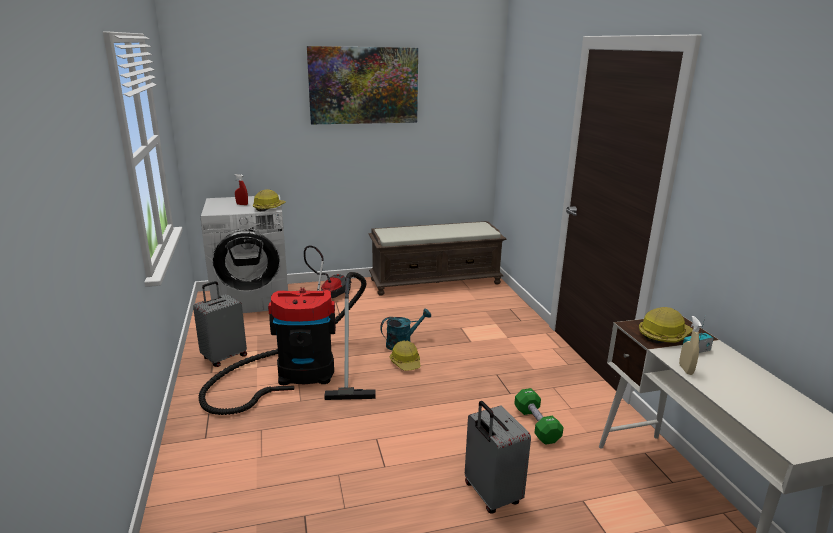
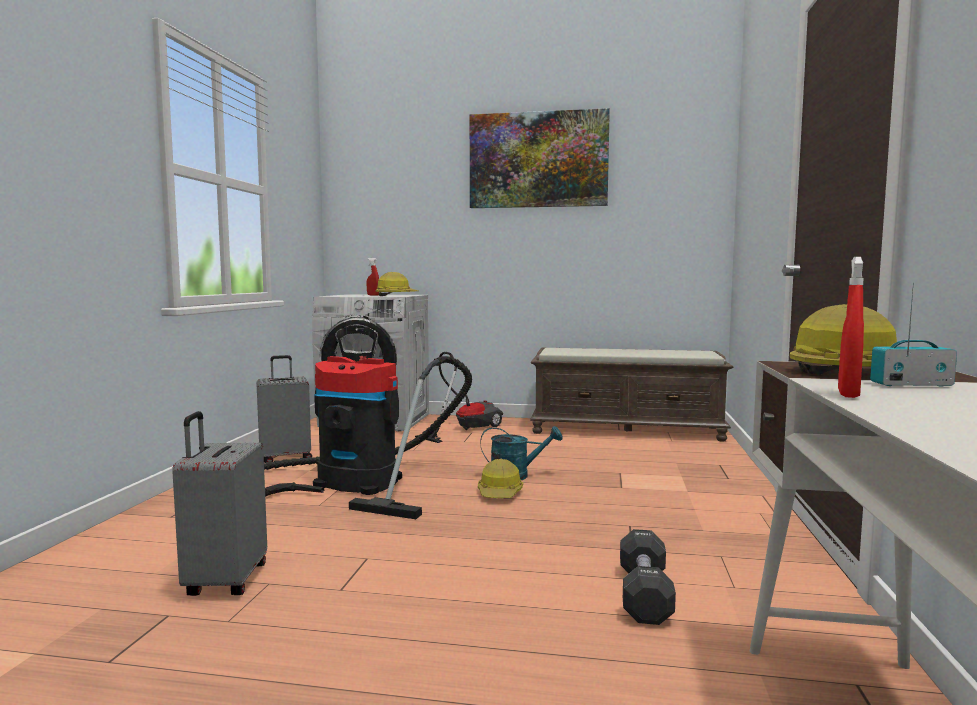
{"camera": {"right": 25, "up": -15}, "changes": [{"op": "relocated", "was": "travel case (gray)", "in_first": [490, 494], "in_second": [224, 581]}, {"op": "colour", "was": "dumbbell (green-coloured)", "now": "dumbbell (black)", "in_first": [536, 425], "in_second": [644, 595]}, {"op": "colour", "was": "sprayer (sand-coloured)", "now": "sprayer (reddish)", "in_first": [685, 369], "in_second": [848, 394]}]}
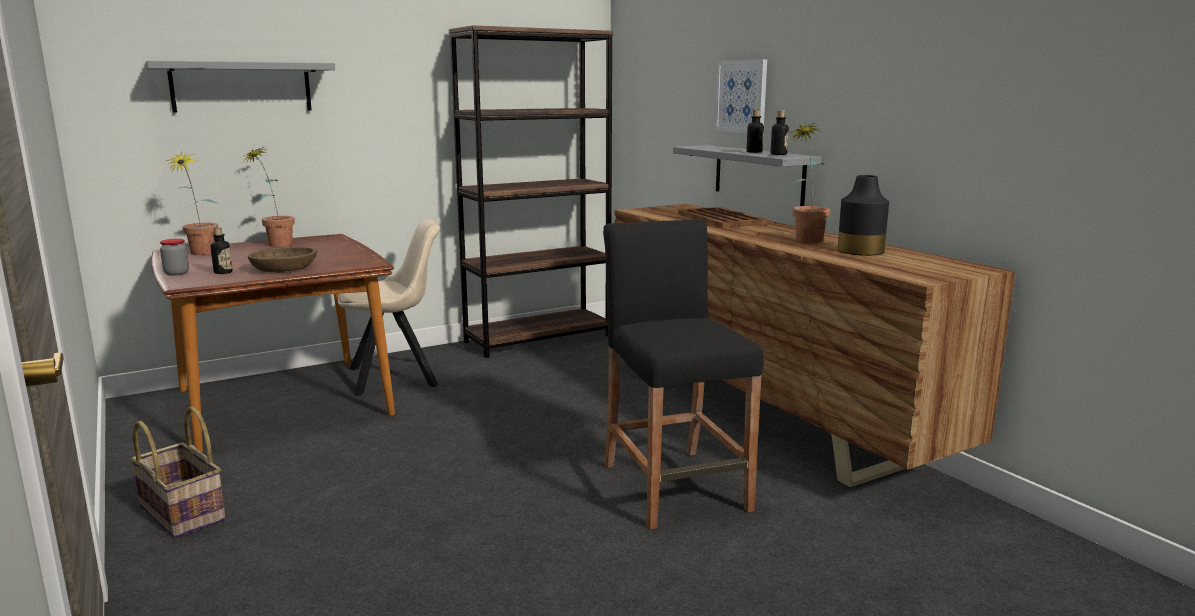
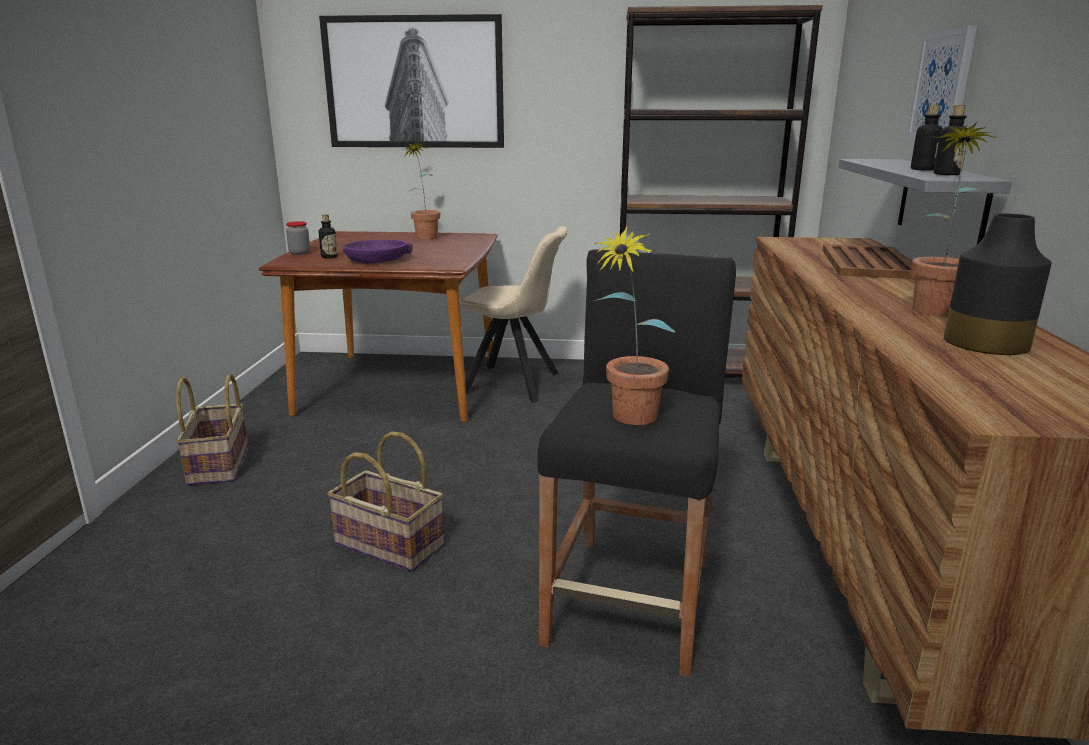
{"camera": {"right": 35, "up": 5}, "changes": [{"op": "exchanged", "was": "shelf (gray)", "now": "wall picture", "in_first": [241, 87], "in_second": [414, 83]}, {"op": "appeared", "now": "storage basket", "in_second": [388, 545]}, {"op": "colour", "was": "serving bowl (brown-coloured)", "now": "serving bowl (purplish)", "in_first": [284, 268], "in_second": [376, 260]}, {"op": "relocated", "was": "houseplant", "in_first": [200, 254], "in_second": [628, 420]}]}
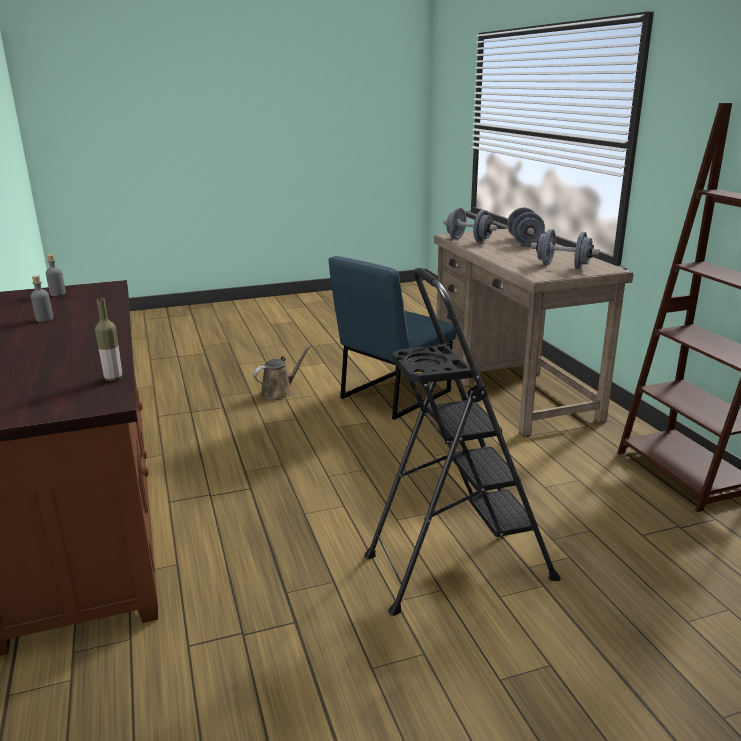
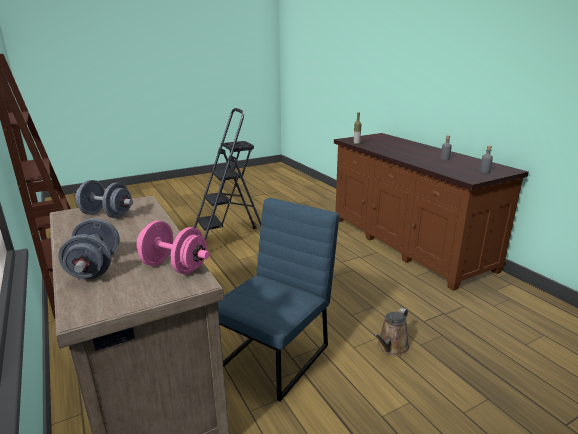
{"camera": {"right": 170, "up": 0}, "changes": [{"op": "colour", "was": "dumbbell (gray)", "now": "dumbbell (pink)", "in_first": [469, 240], "in_second": [174, 267]}]}
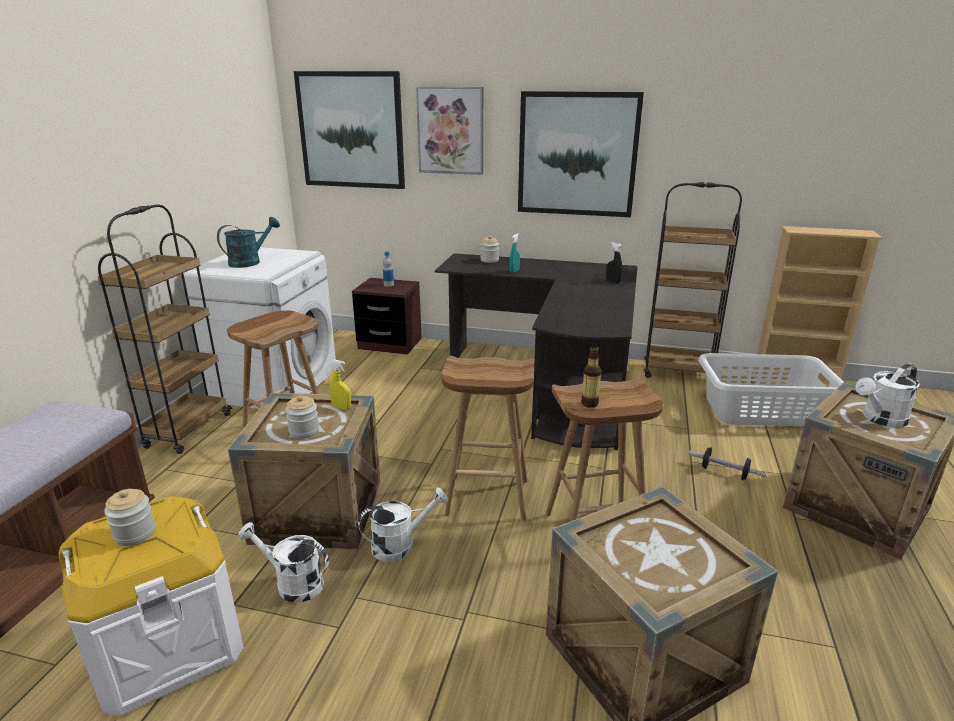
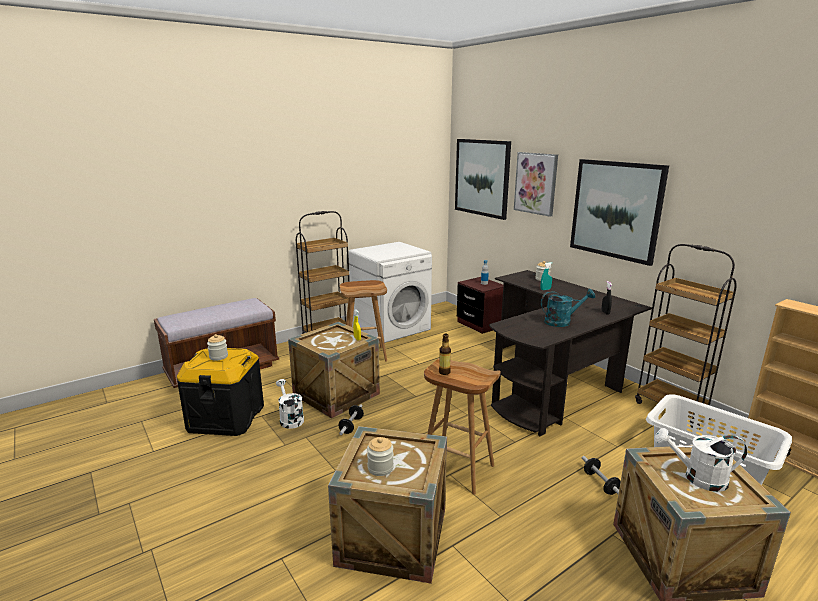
{"camera": {"right": 40, "up": -5}, "changes": [{"op": "colour", "was": "storage container (whitish)", "now": "storage container (black)", "in_first": [167, 644], "in_second": [226, 418]}, {"op": "exchanged", "was": "sprinkling can (whitish)", "now": "dumbbell", "in_first": [401, 544], "in_second": [351, 426]}, {"op": "relocated", "was": "jar", "in_first": [304, 431], "in_second": [380, 468]}, {"op": "relocated", "was": "sprinkling can (turquoise)", "in_first": [250, 262], "in_second": [562, 322]}, {"op": "missing", "was": "sitting stool (brown-coloured)", "in_first": [486, 498]}]}
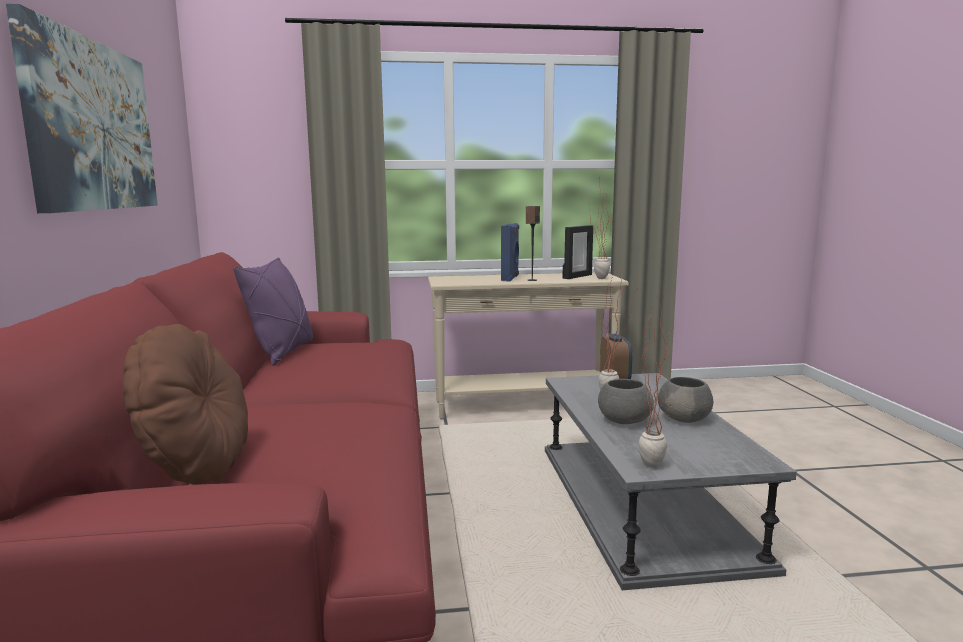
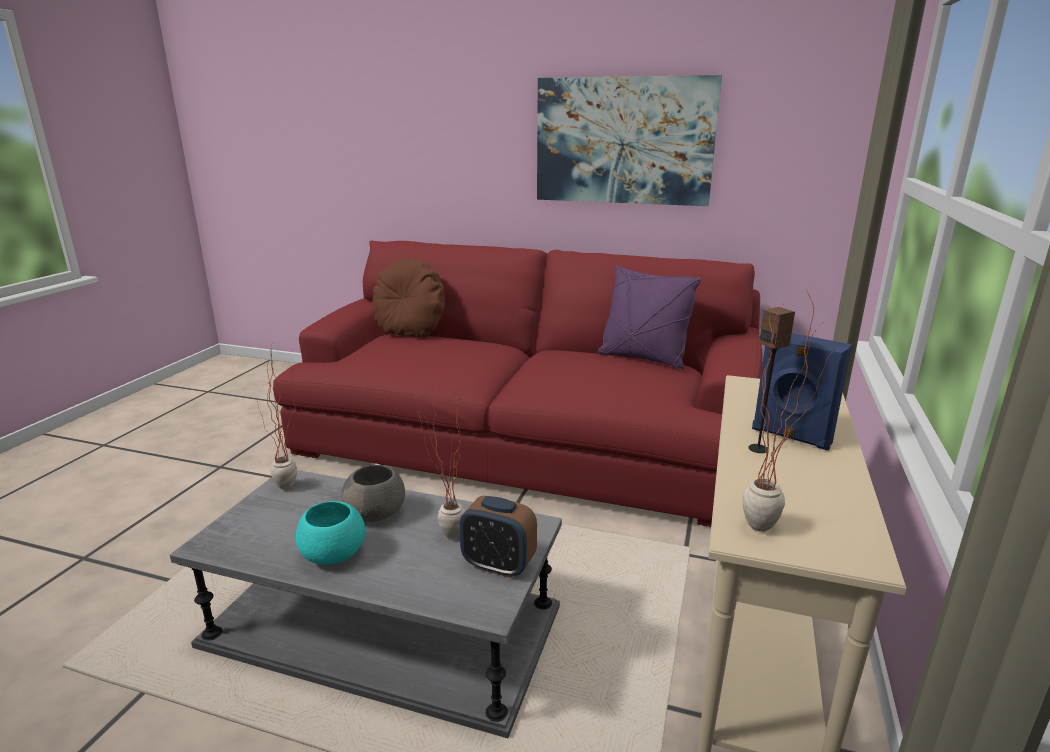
{"camera": {"right": 115, "up": 10}, "changes": [{"op": "colour", "was": "serving bowl (gray)", "now": "serving bowl (turquoise)", "in_first": [685, 418], "in_second": [333, 555]}, {"op": "missing", "was": "standing frame", "in_first": [577, 276]}]}
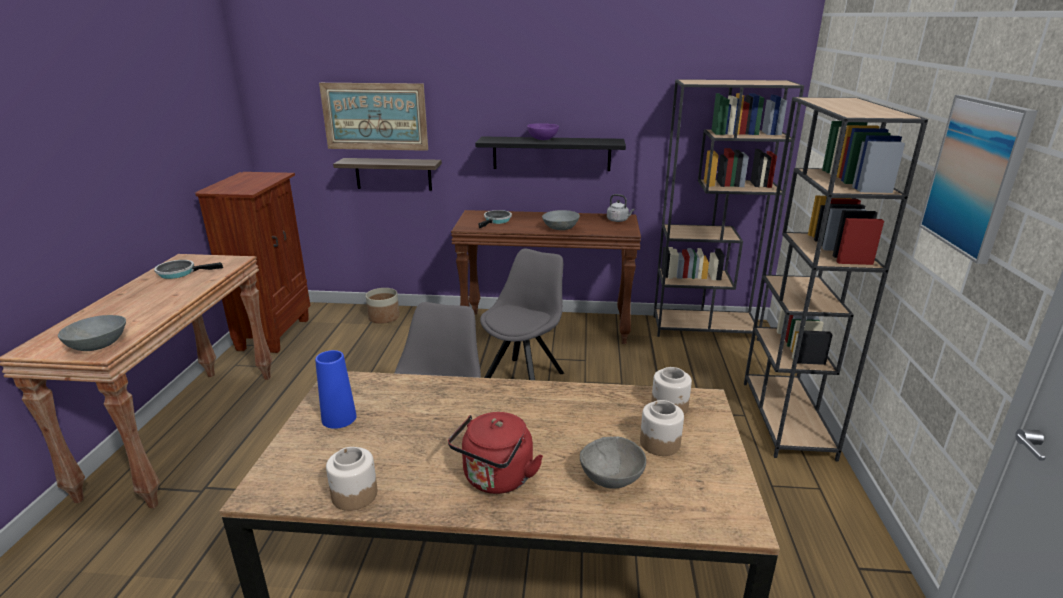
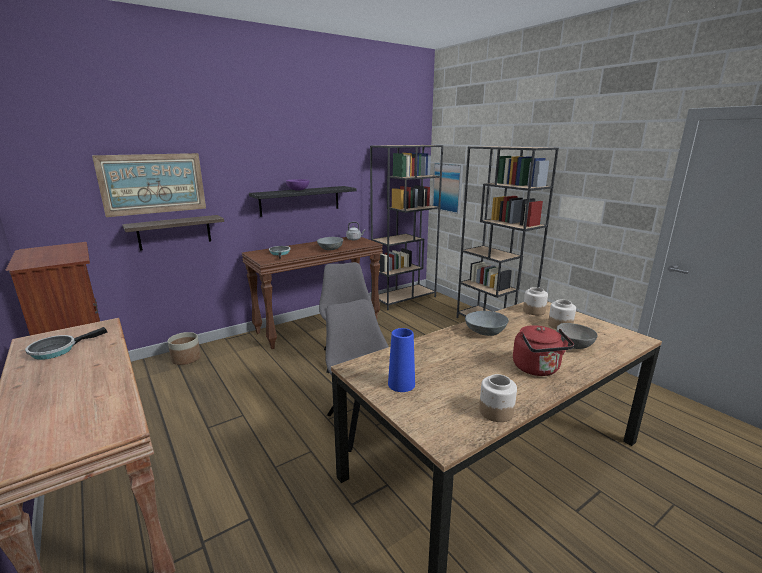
{"camera": {"right": -40, "up": -5}, "changes": [{"op": "relocated", "was": "wall picture", "in_first": [975, 176], "in_second": [448, 187]}, {"op": "relocated", "was": "serving bowl (gray)", "in_first": [99, 345], "in_second": [485, 332]}]}
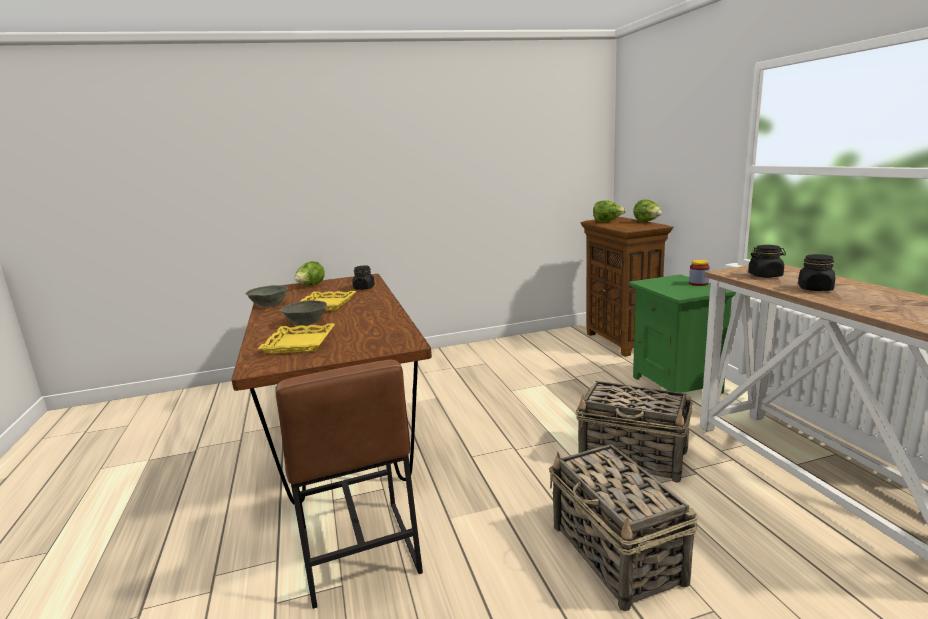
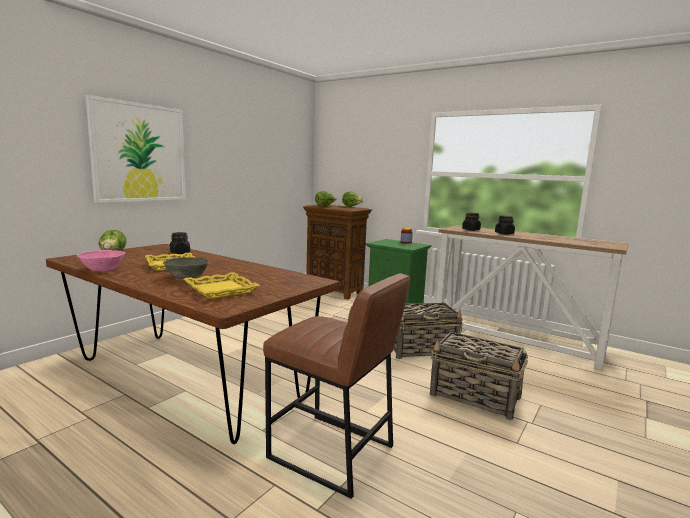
{"camera": {"right": -40, "up": -5}, "changes": [{"op": "colour", "was": "serving bowl (gray)", "now": "serving bowl (pink)", "in_first": [269, 305], "in_second": [103, 269]}, {"op": "appeared", "now": "wall picture", "in_second": [139, 153]}]}
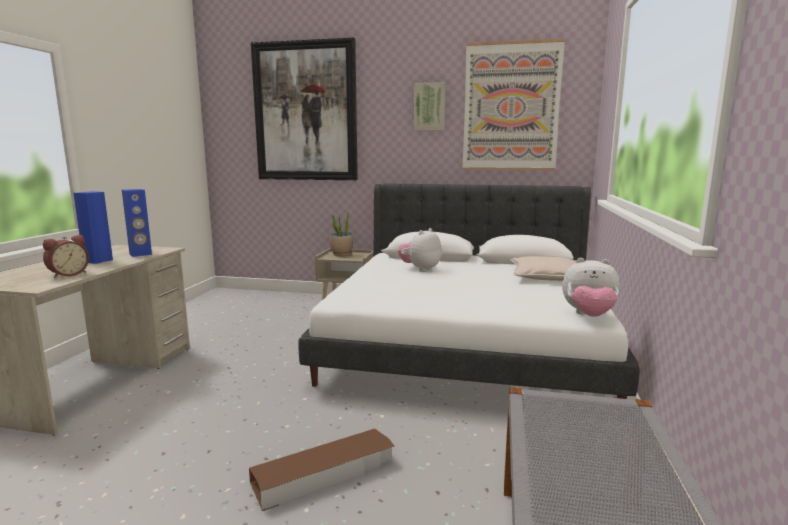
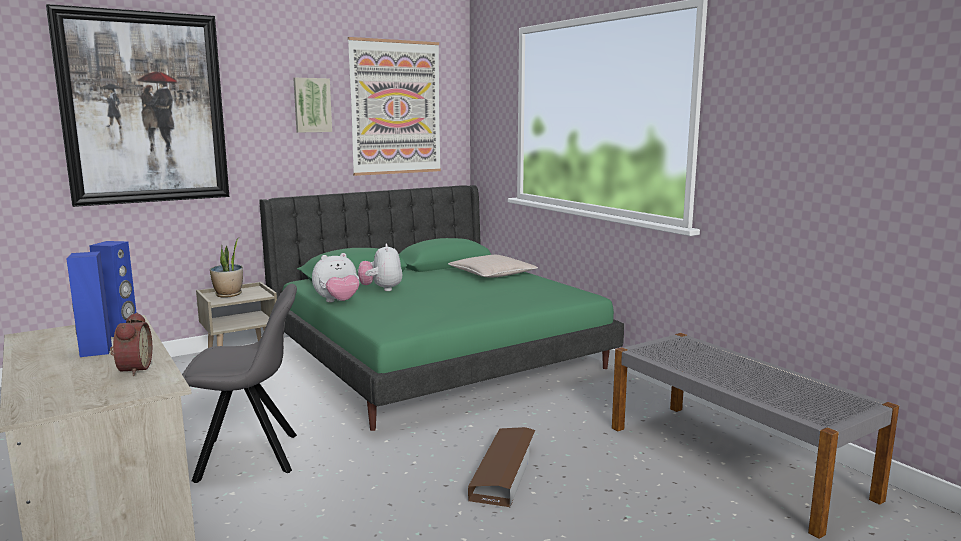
{"camera": {"right": -45, "up": 0}, "changes": [{"op": "appeared", "now": "upright chair (gray)", "in_second": [249, 457]}, {"op": "colour", "was": "sleeping bed (whitish)", "now": "sleeping bed (green-coloured)", "in_first": [467, 345], "in_second": [435, 356]}, {"op": "relocated", "was": "cuddly toy", "in_first": [589, 316], "in_second": [338, 302]}]}
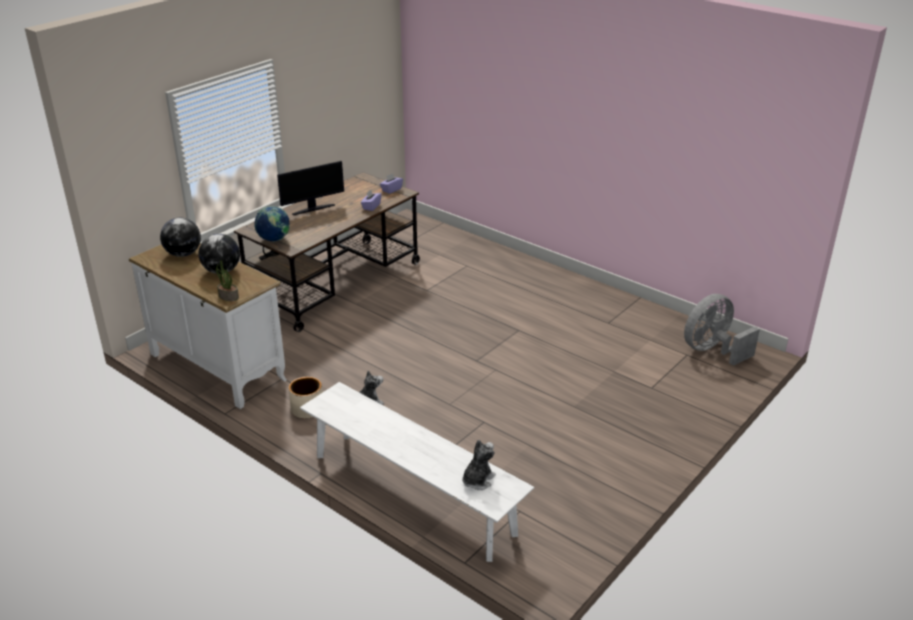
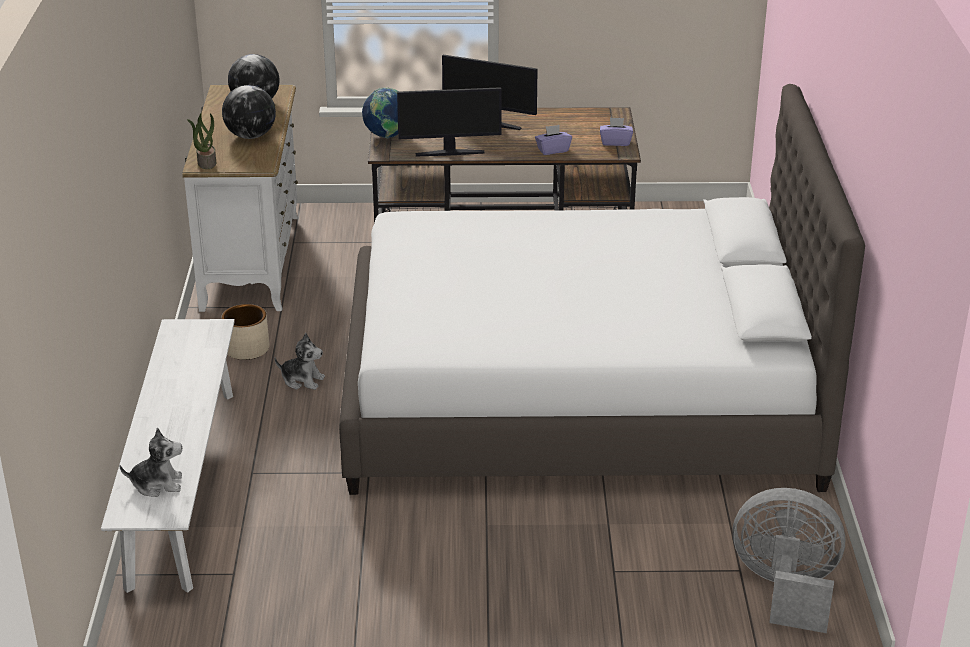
{"camera": {"right": 50, "up": 0}, "changes": [{"op": "appeared", "now": "sleeping bed (whitish)", "in_second": [579, 398]}, {"op": "appeared", "now": "computer screen", "in_second": [449, 152]}]}
